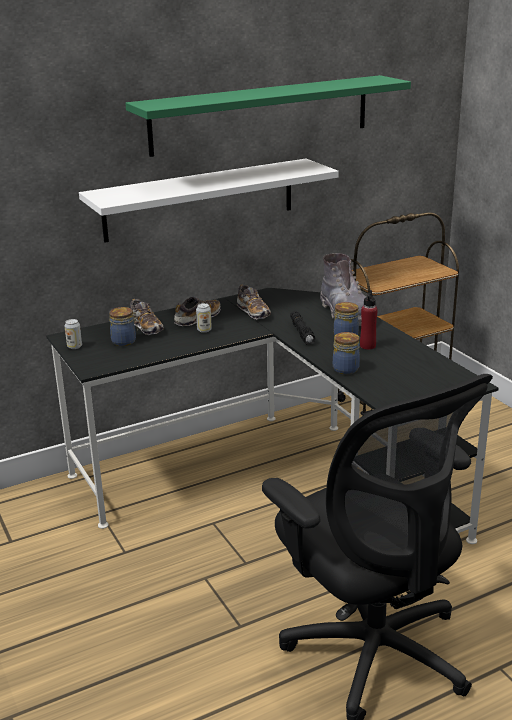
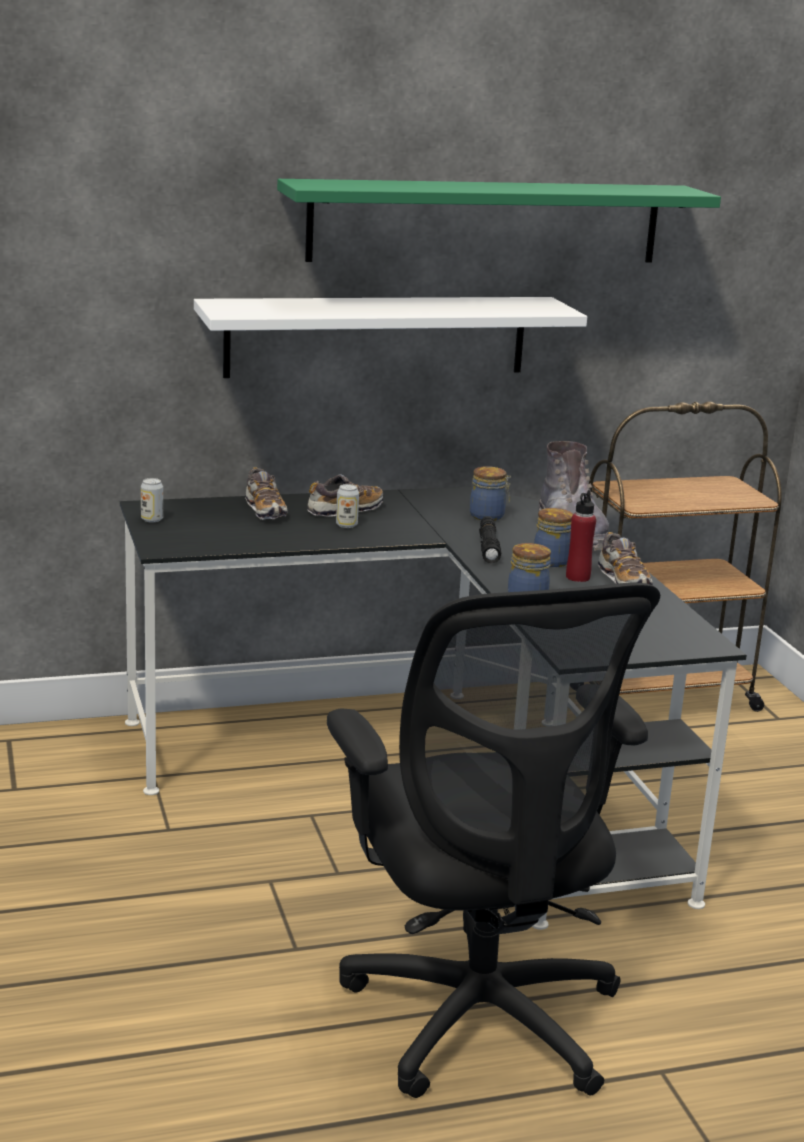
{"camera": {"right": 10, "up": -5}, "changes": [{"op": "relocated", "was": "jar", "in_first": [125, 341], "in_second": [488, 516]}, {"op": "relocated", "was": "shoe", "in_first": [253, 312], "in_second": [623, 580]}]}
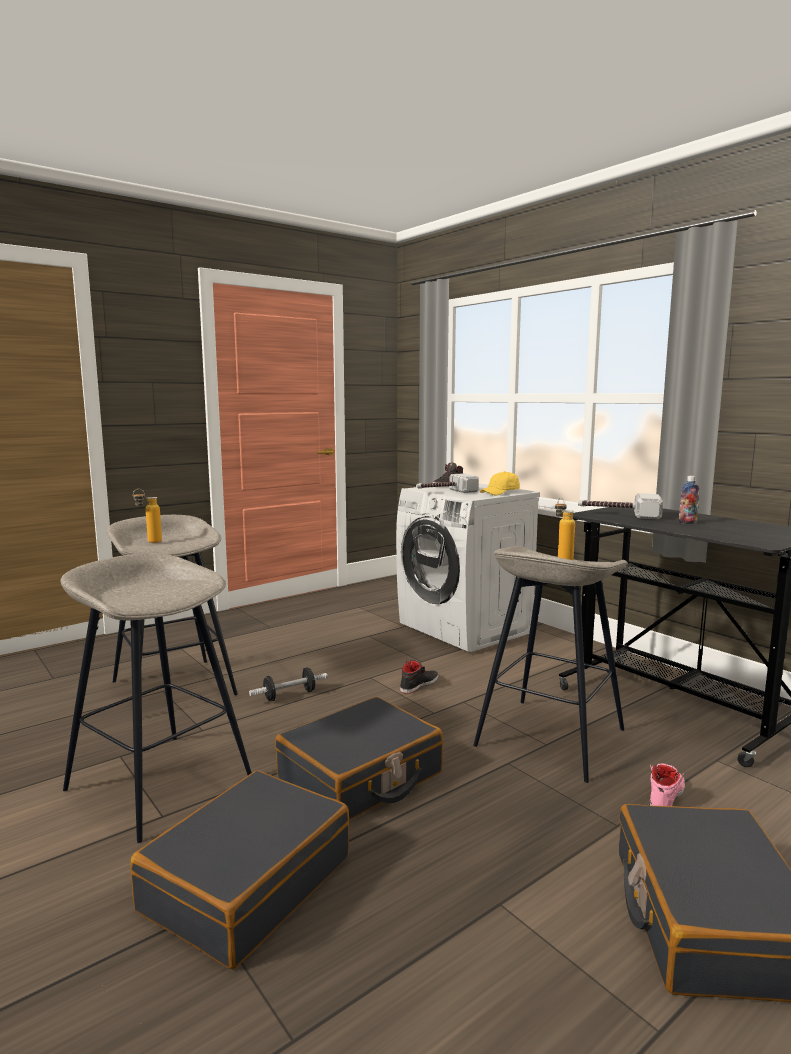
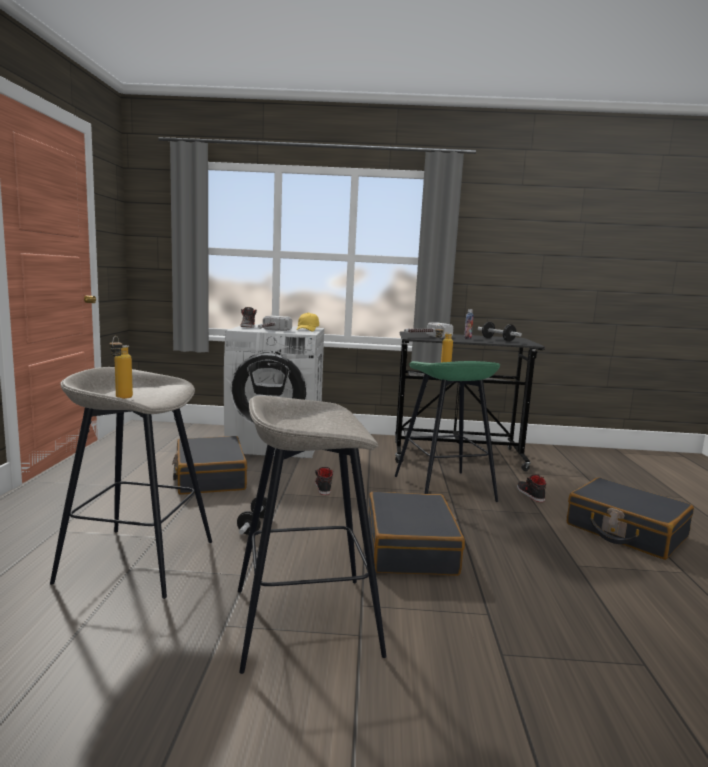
{"camera": {"right": -50, "up": 0}, "changes": [{"op": "relocated", "was": "travel case (black)", "in_first": [246, 883], "in_second": [209, 477]}, {"op": "colour", "was": "sitting stool (gray)", "now": "sitting stool (green-coloured)", "in_first": [549, 737], "in_second": [443, 488]}, {"op": "appeared", "now": "dumbbell", "in_second": [498, 339]}, {"op": "colour", "was": "shoe (pink)", "now": "shoe (black)", "in_first": [666, 796], "in_second": [529, 494]}]}
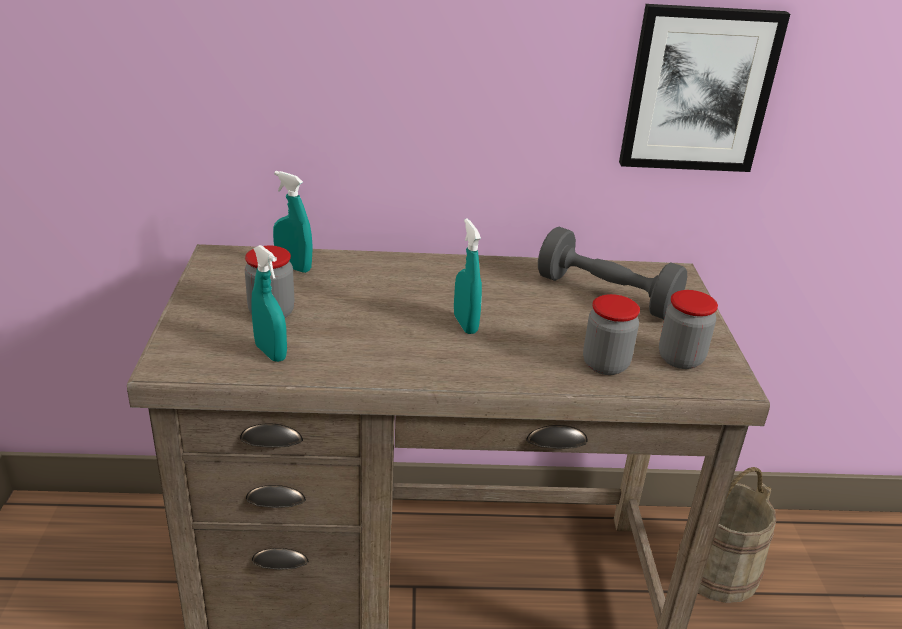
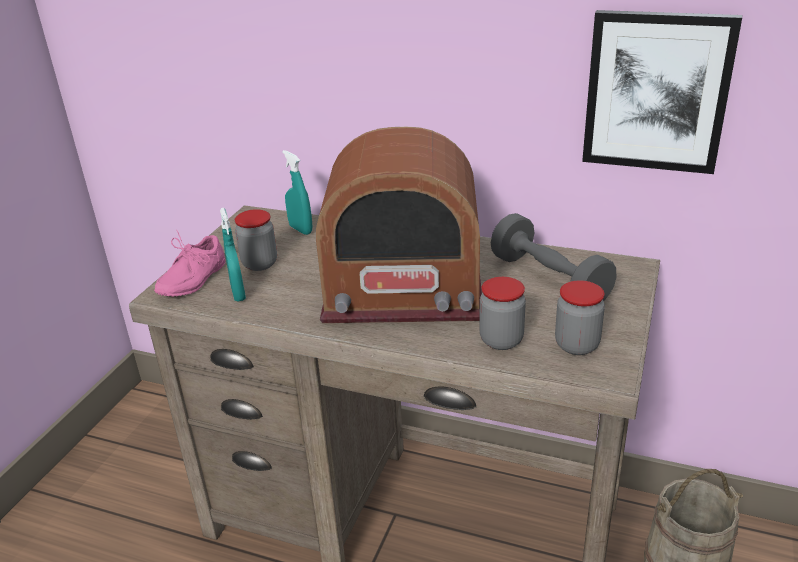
{"camera": {"right": 25, "up": 0}, "changes": [{"op": "appeared", "now": "shoe (pink)", "in_second": [190, 280]}, {"op": "exchanged", "was": "sprayer (turquoise)", "now": "radio", "in_first": [465, 324], "in_second": [403, 290]}]}
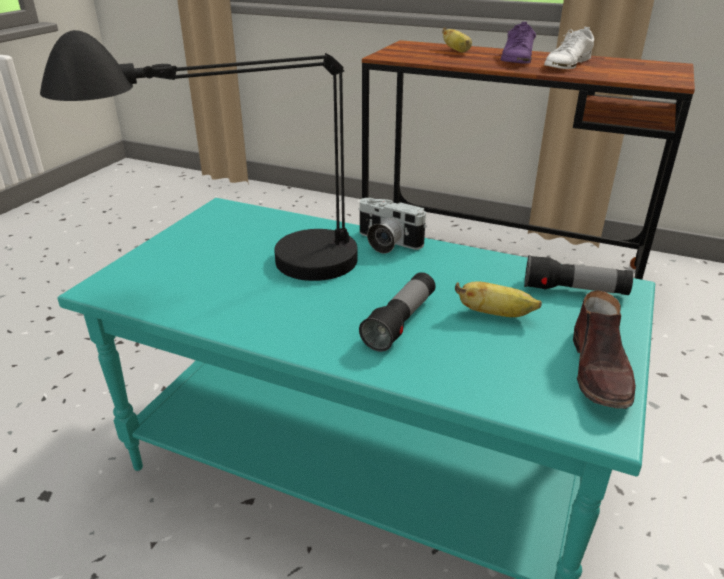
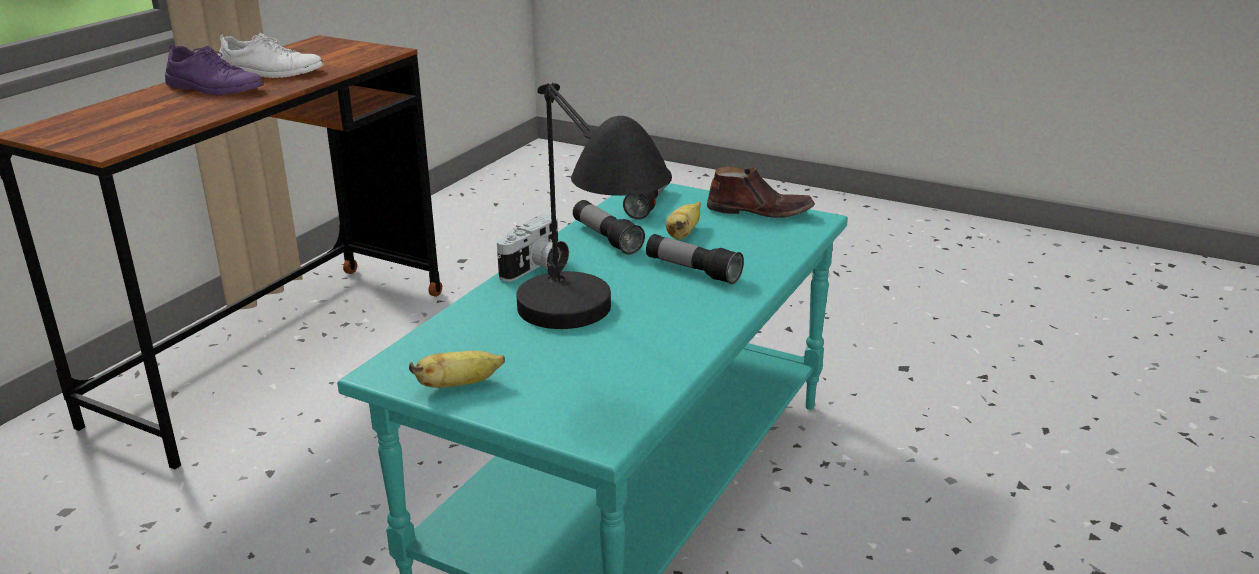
{"camera": {"right": -85, "up": -5}, "changes": [{"op": "spun", "was": "shoe (whitish)", "in_first": [567, 64], "in_second": [270, 73], "clockwise": -45}, {"op": "relocated", "was": "banana fruit", "in_first": [457, 51], "in_second": [459, 385]}, {"op": "appeared", "now": "torch", "in_second": [606, 238]}]}
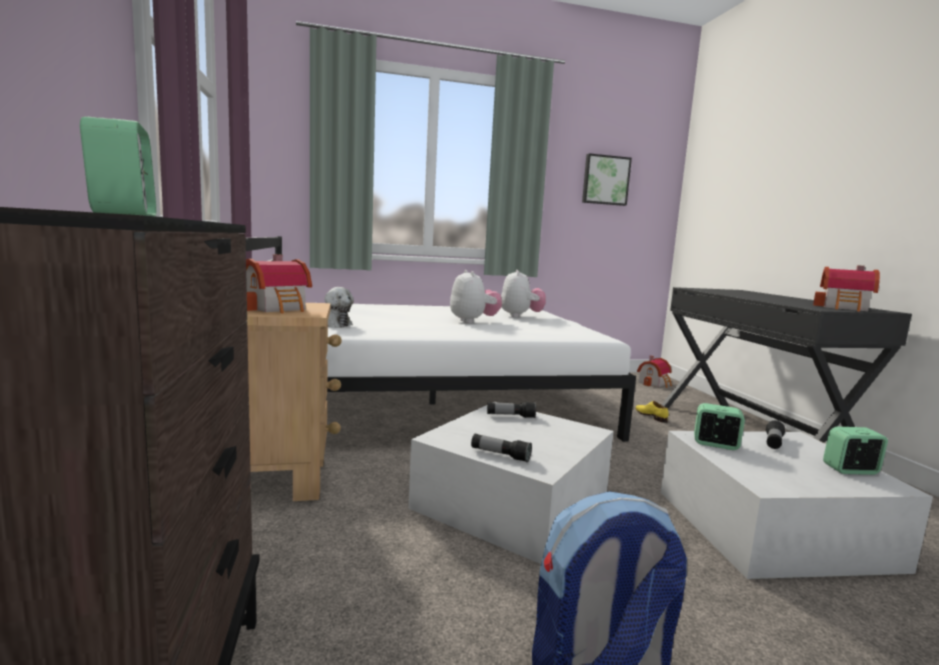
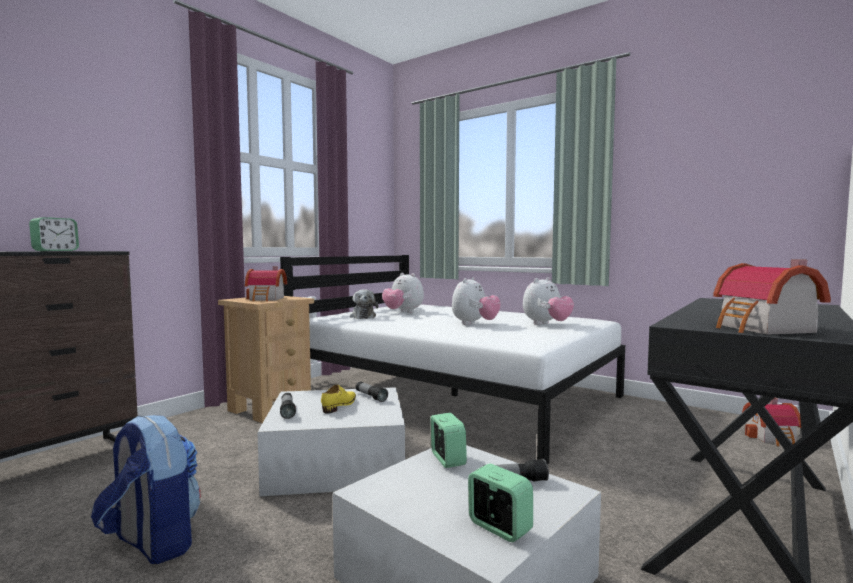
{"camera": {"right": 50, "up": -5}, "changes": [{"op": "relocated", "was": "shoe (yellowish)", "in_first": [651, 416], "in_second": [340, 405]}, {"op": "appeared", "now": "cuddly toy", "in_second": [403, 312]}, {"op": "missing", "was": "wall picture", "in_first": [605, 180]}]}
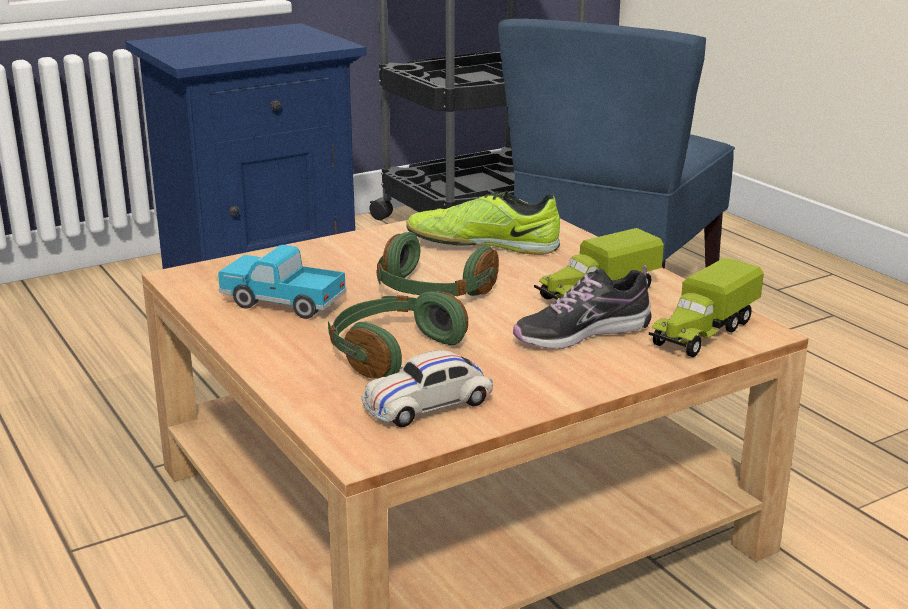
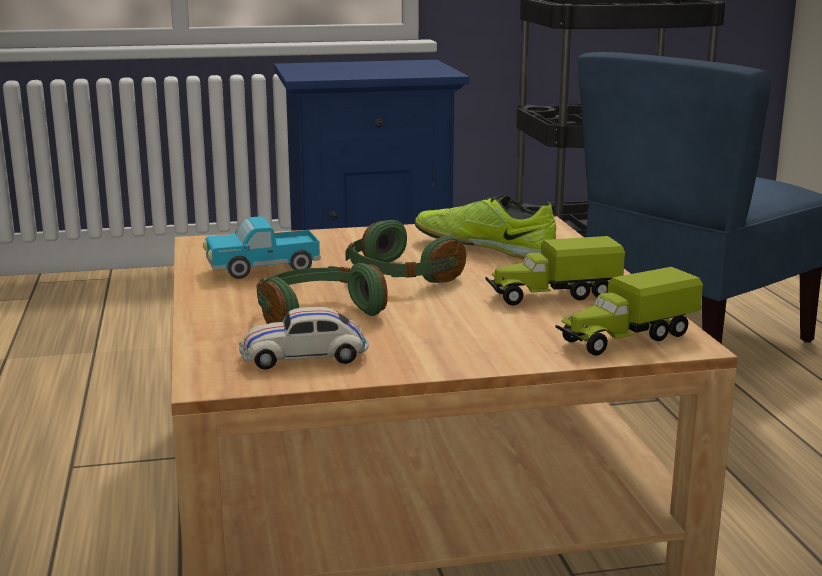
{"camera": {"right": 20, "up": -5}, "changes": [{"op": "spun", "was": "toy truck", "in_first": [282, 303], "in_second": [262, 269], "clockwise": -60}, {"op": "missing", "was": "shoe", "in_first": [581, 333]}]}
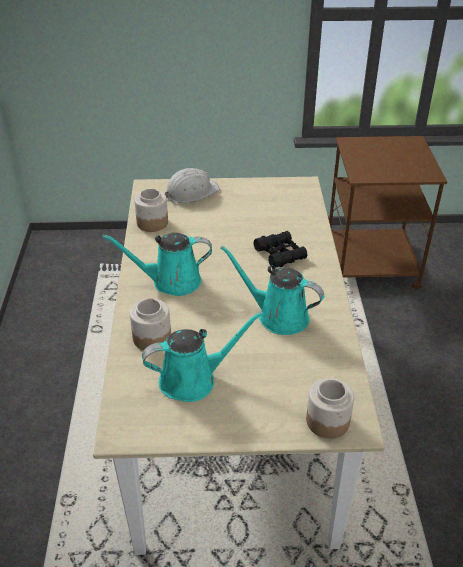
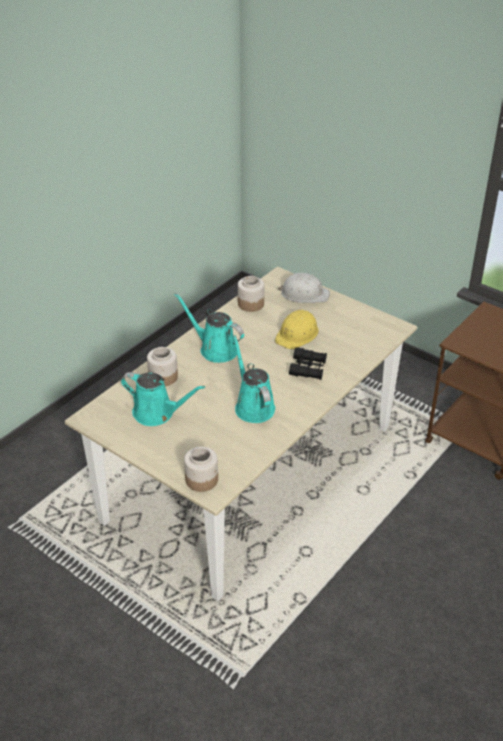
{"camera": {"right": 40, "up": 0}, "changes": [{"op": "appeared", "now": "hard hat (yellowish)", "in_second": [297, 334]}]}
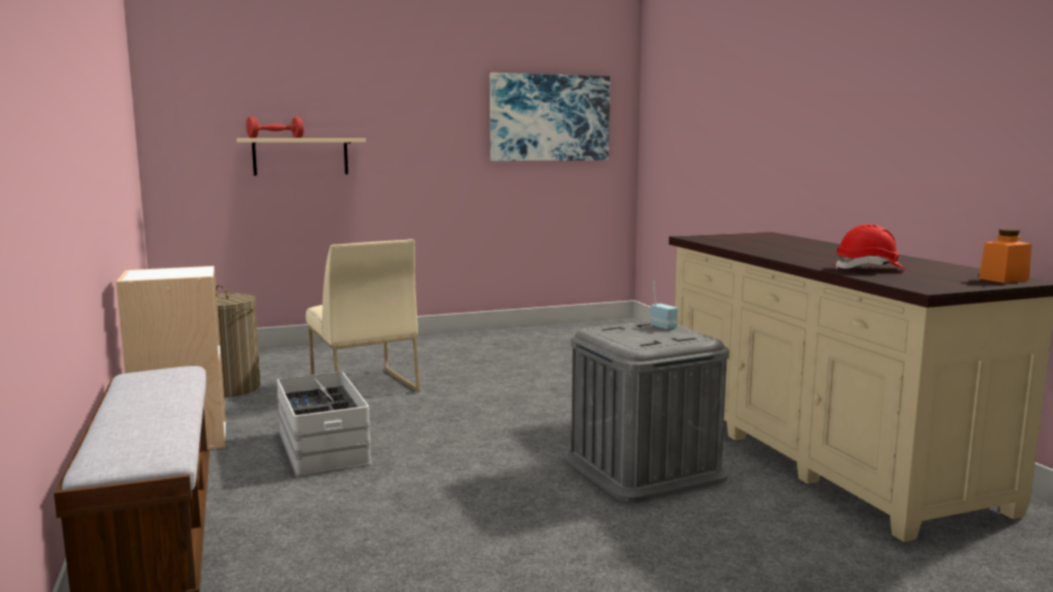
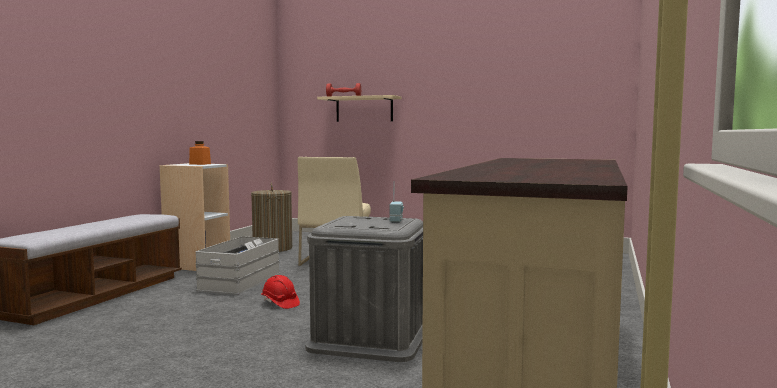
{"camera": {"right": 40, "up": -5}, "changes": [{"op": "relocated", "was": "jar (orange)", "in_first": [1003, 279], "in_second": [200, 164]}, {"op": "relocated", "was": "hard hat (reddish)", "in_first": [869, 269], "in_second": [280, 303]}, {"op": "missing", "was": "wall picture", "in_first": [549, 118]}]}
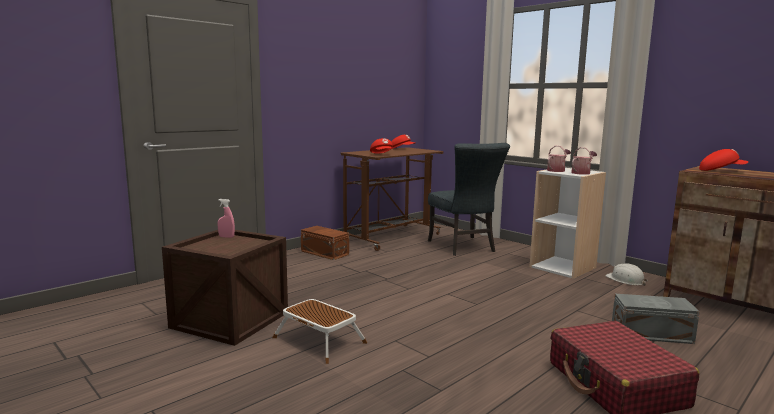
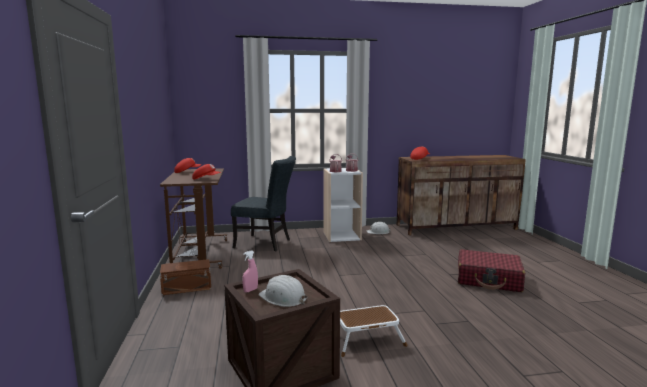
{"camera": {"right": -55, "up": 0}, "changes": [{"op": "appeared", "now": "hard hat (whitish)", "in_second": [283, 298]}, {"op": "missing", "was": "storage container (gray)", "in_first": [652, 334]}]}
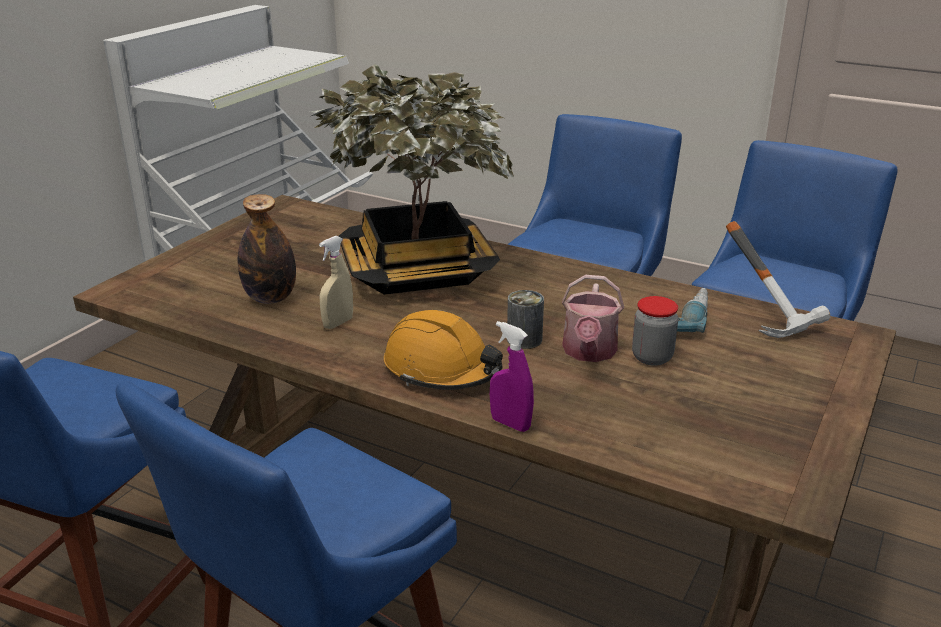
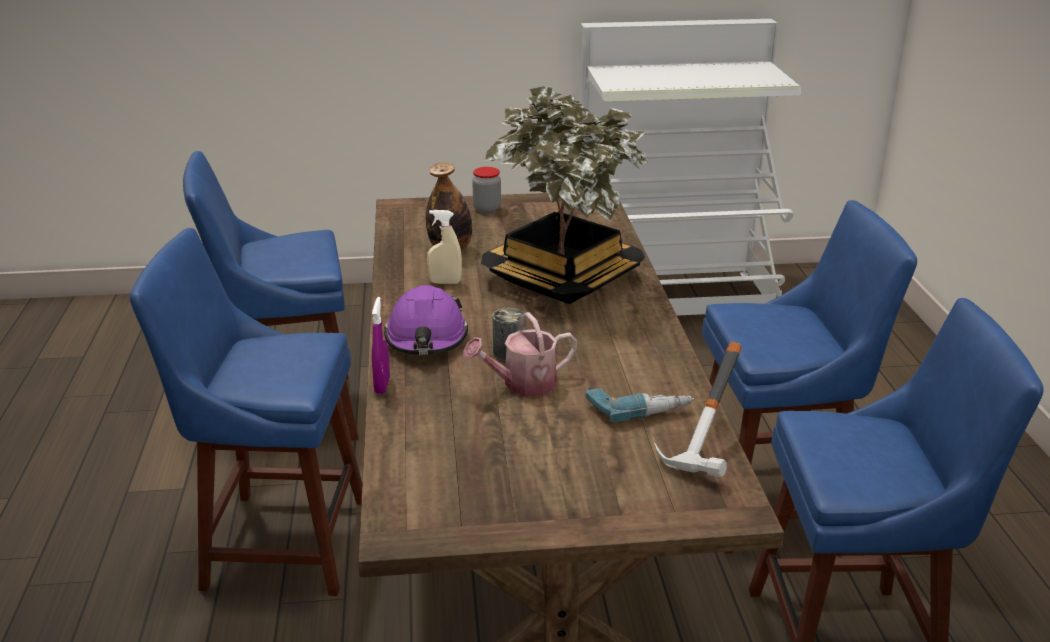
{"camera": {"right": 55, "up": 0}, "changes": [{"op": "colour", "was": "hard hat (orange)", "now": "hard hat (purplish)", "in_first": [442, 369], "in_second": [426, 338]}, {"op": "relocated", "was": "jar", "in_first": [652, 357], "in_second": [487, 209]}]}
